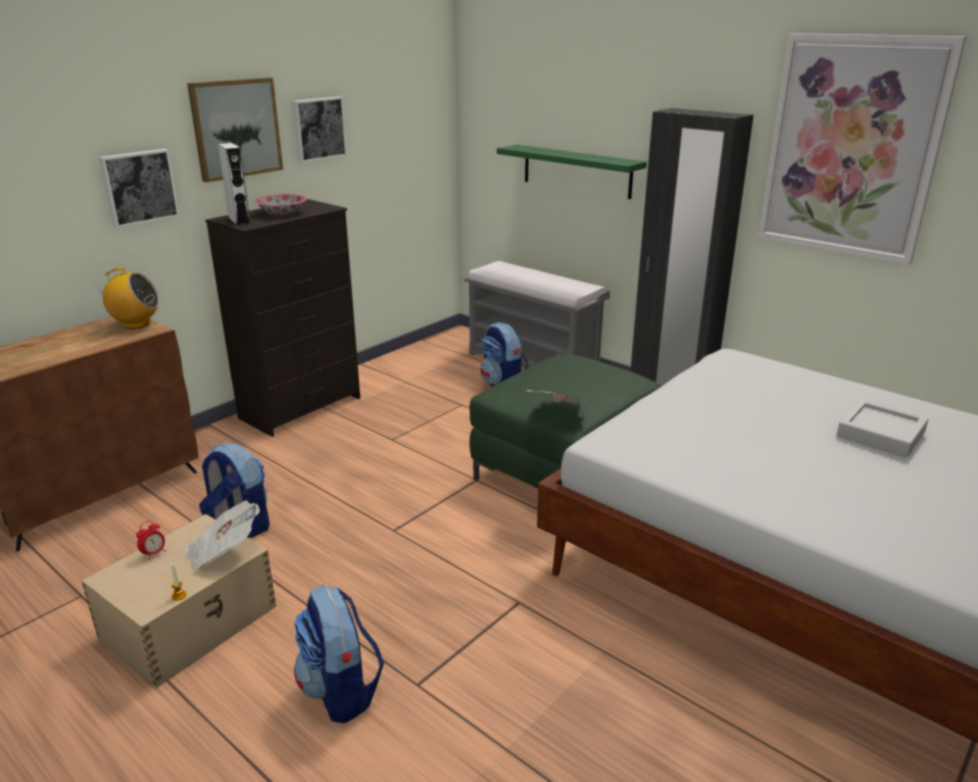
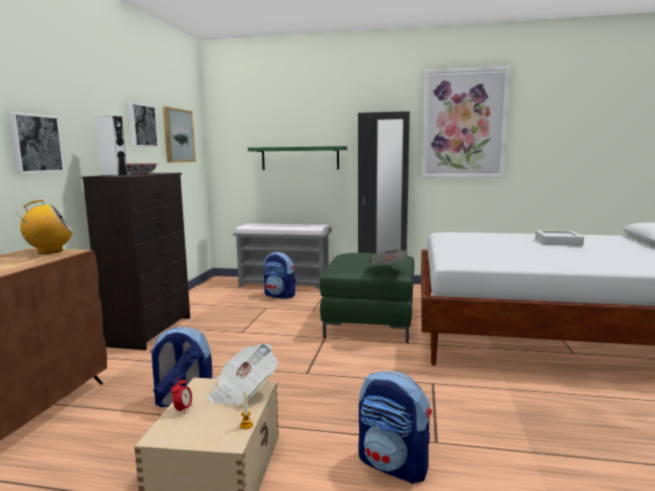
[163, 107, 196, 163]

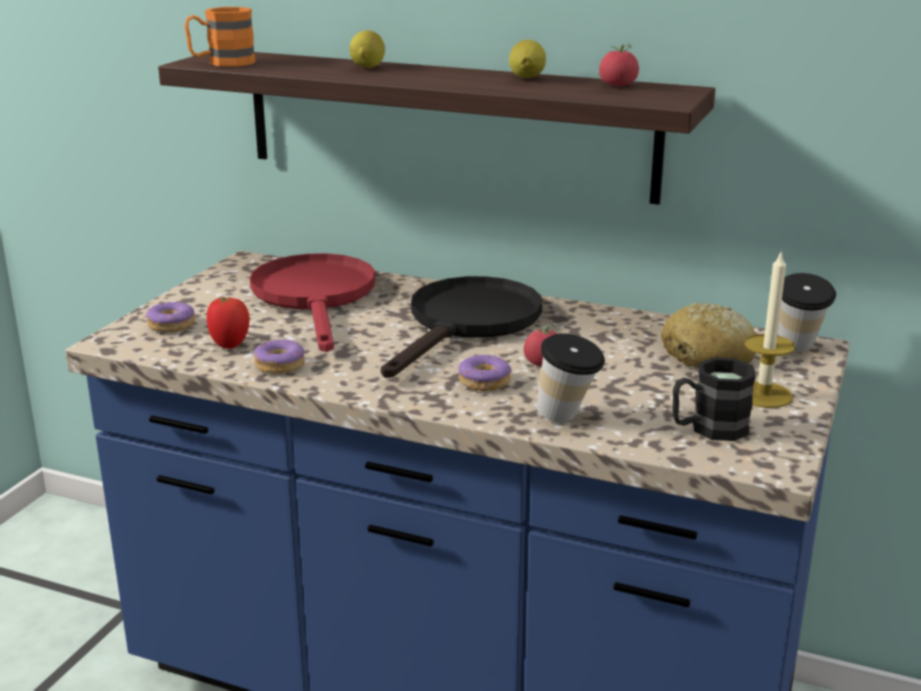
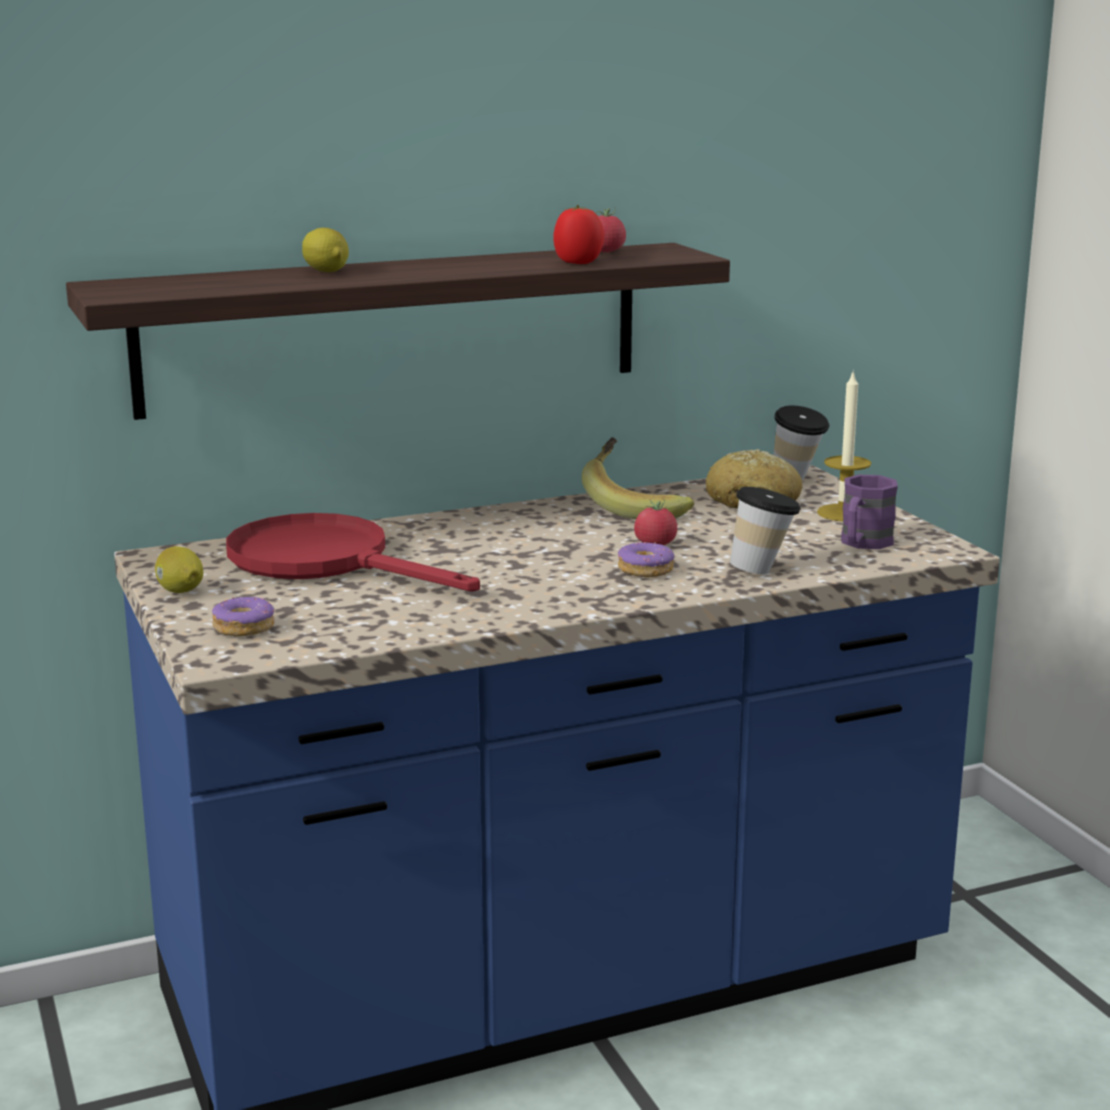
[185, 7, 256, 67] (first image)
[553, 205, 604, 264]
[254, 340, 305, 374] (first image)
[381, 276, 542, 378] (first image)
[155, 546, 203, 593]
[841, 475, 898, 549]
[582, 437, 694, 519]

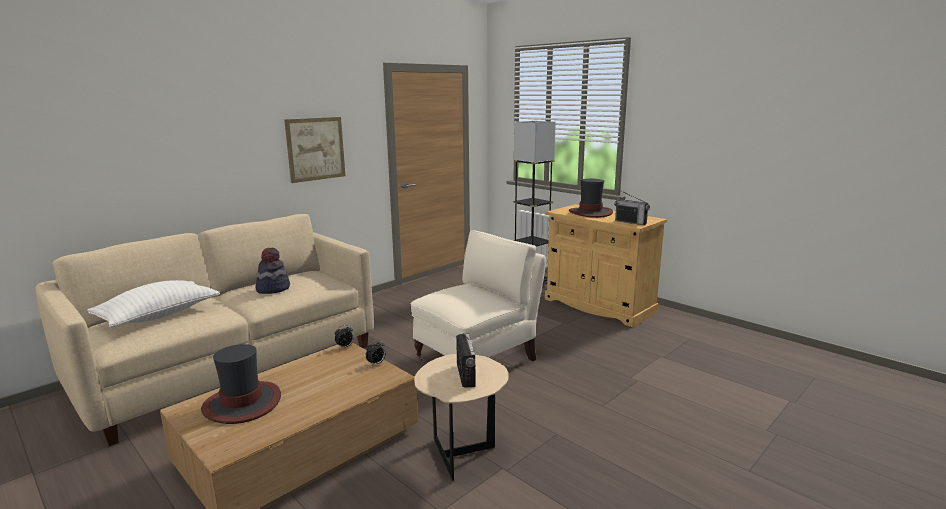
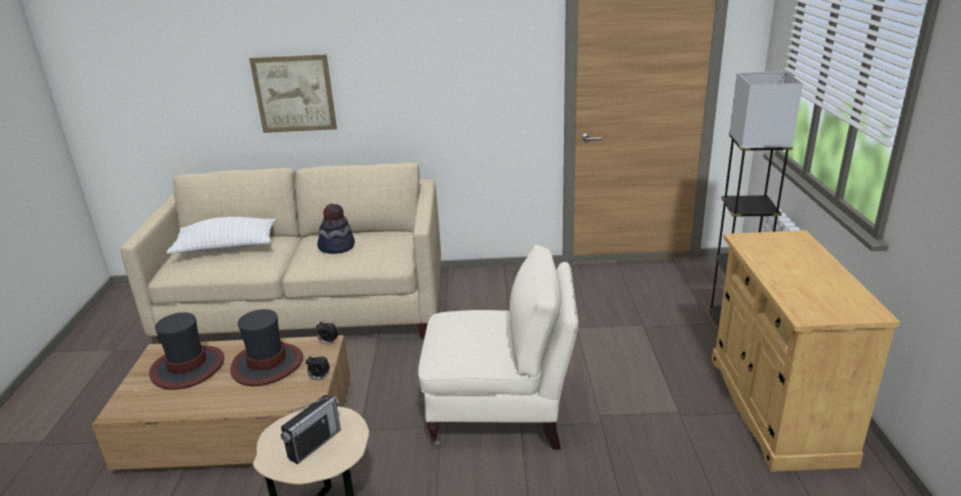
[249, 54, 337, 133]
[230, 309, 303, 386]
[614, 191, 650, 225] (first image)

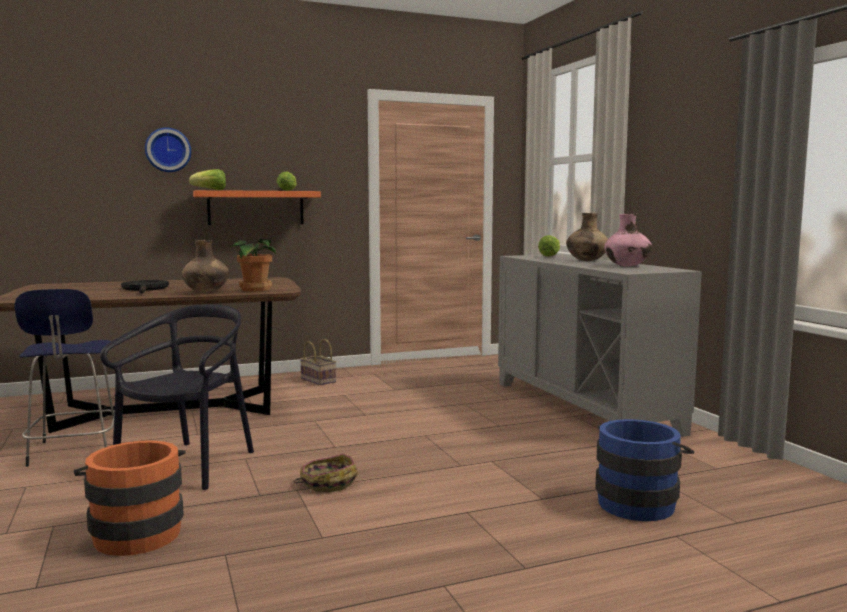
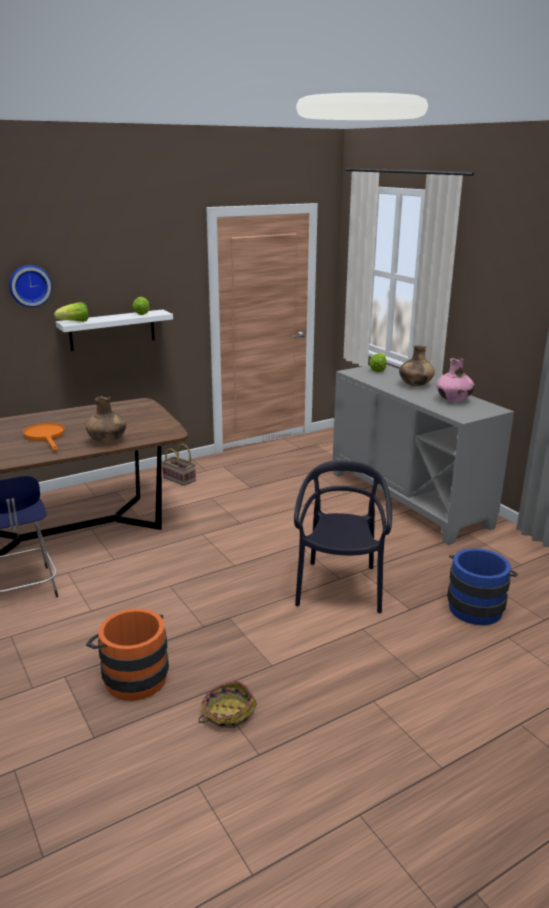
[294, 460, 392, 613]
[23, 423, 65, 451]
[56, 309, 173, 351]
[230, 239, 276, 292] (first image)
[198, 680, 257, 728]

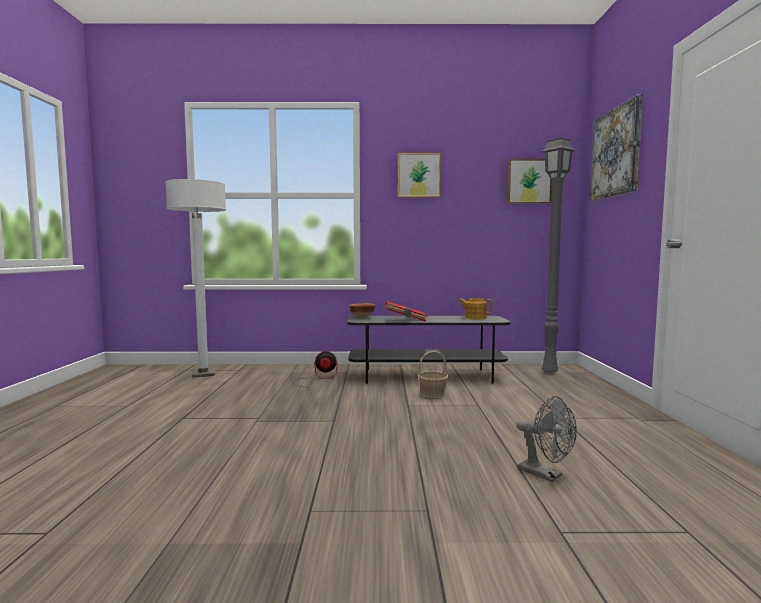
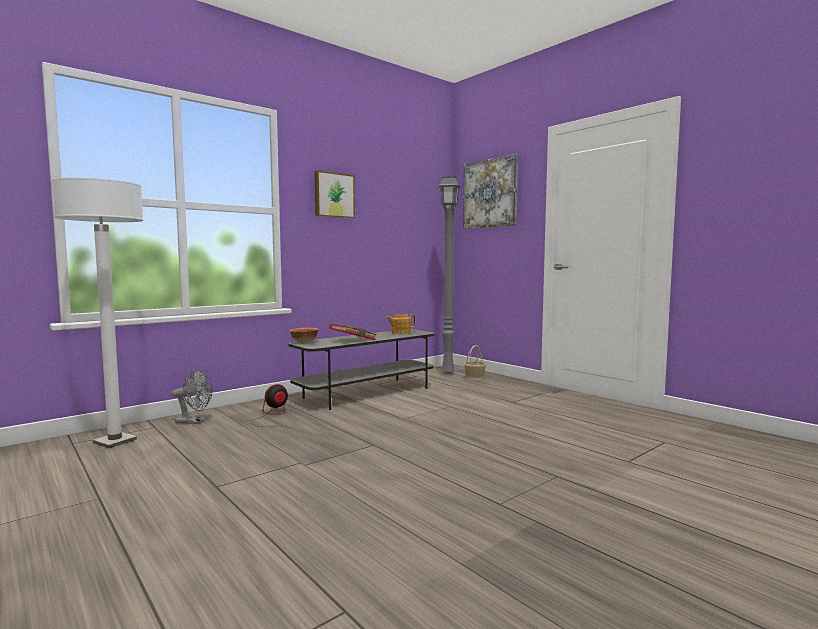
[464, 345, 486, 380]
[507, 159, 551, 204] (first image)
[172, 369, 212, 424]

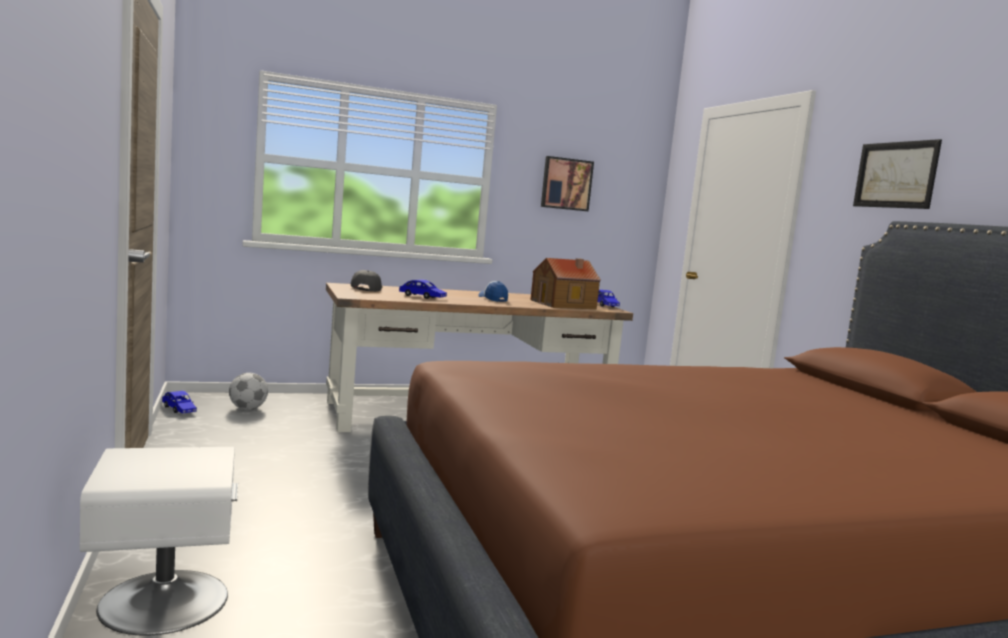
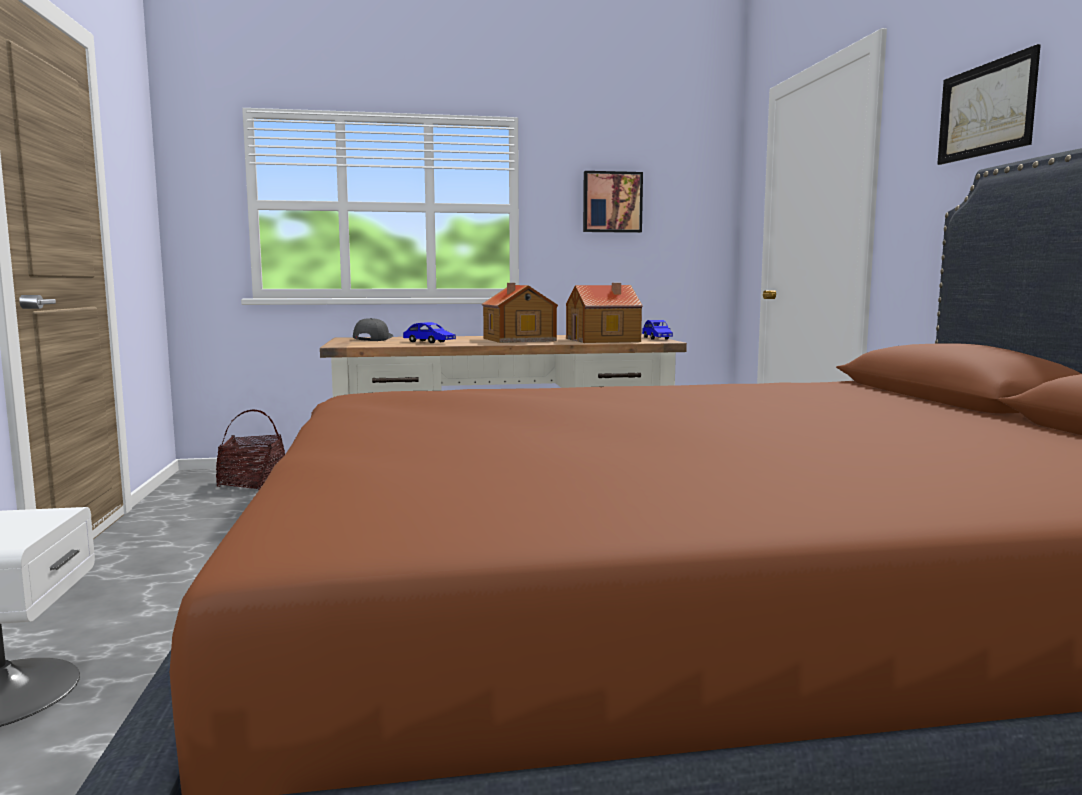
[162, 391, 197, 414] (first image)
[216, 410, 285, 490]
[482, 283, 558, 343]

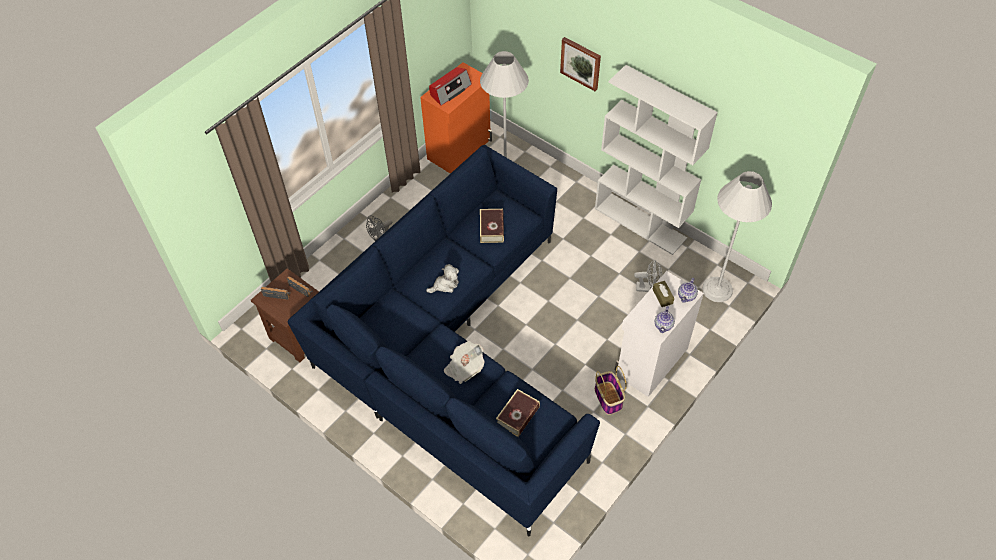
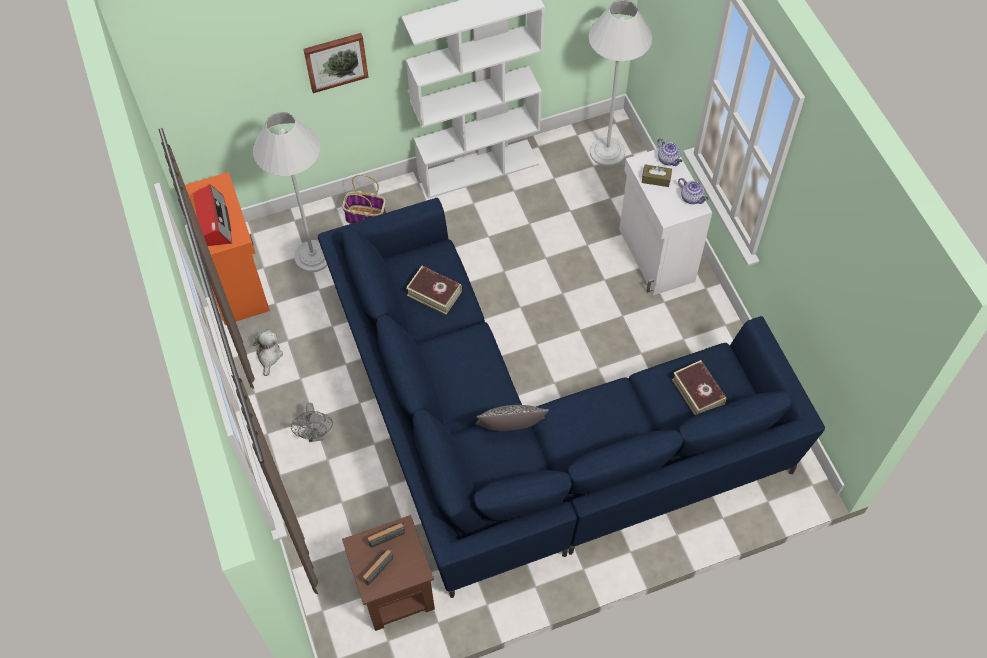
[252, 330, 283, 376]
[444, 341, 484, 384] (first image)
[342, 175, 386, 224]
[634, 259, 662, 292] (first image)
[475, 405, 549, 431]

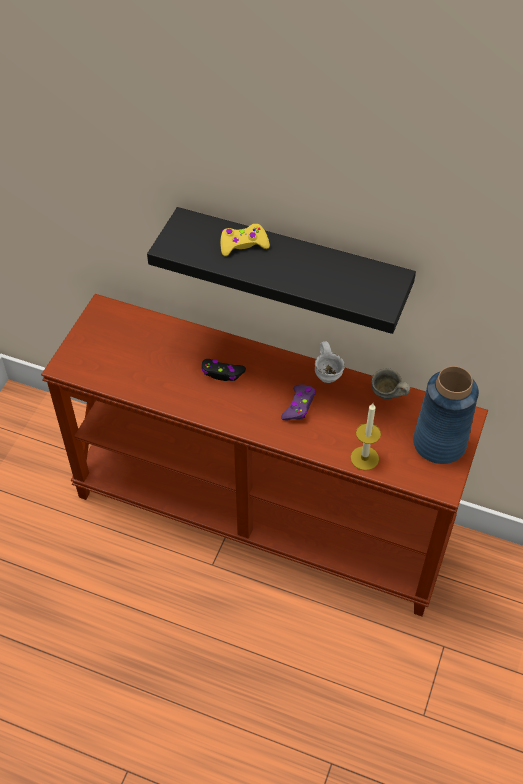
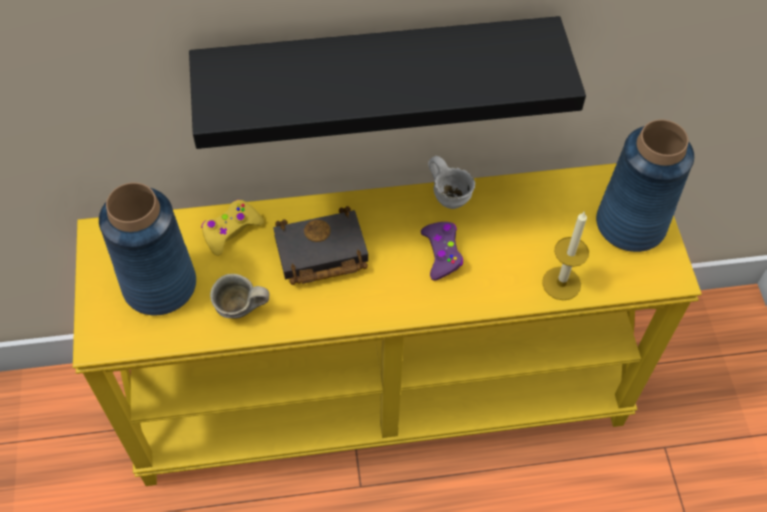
[73, 163, 702, 486]
[273, 206, 368, 285]
[201, 199, 264, 256]
[210, 274, 269, 318]
[99, 182, 196, 315]

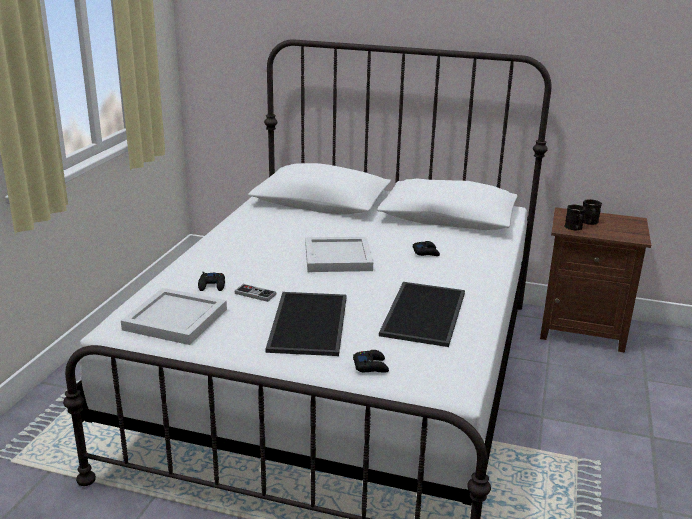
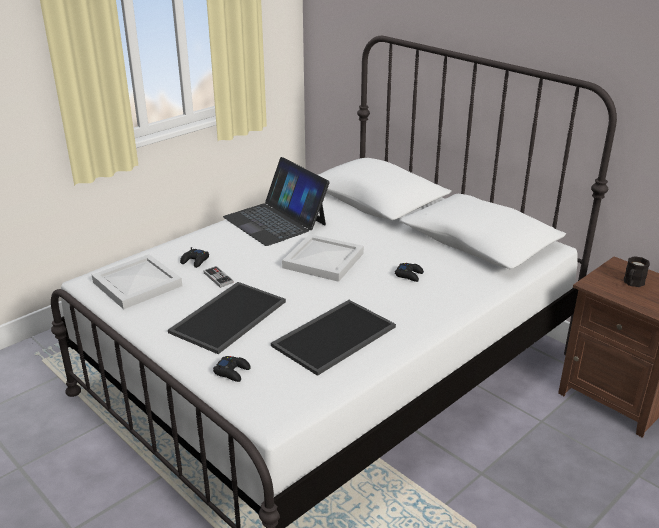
[564, 204, 586, 231] (first image)
[223, 157, 330, 246]

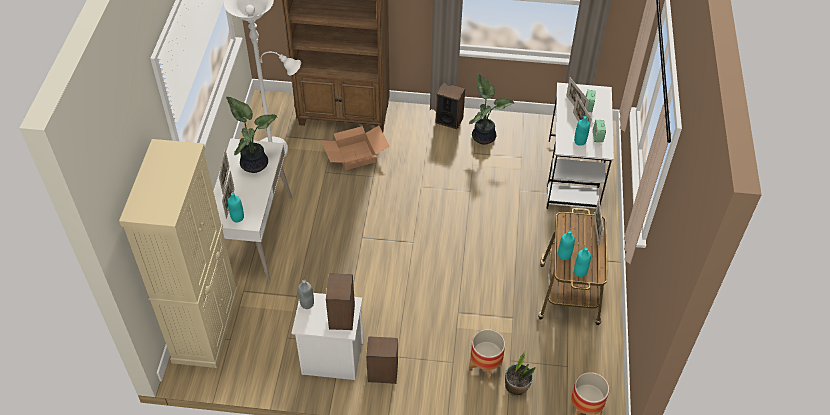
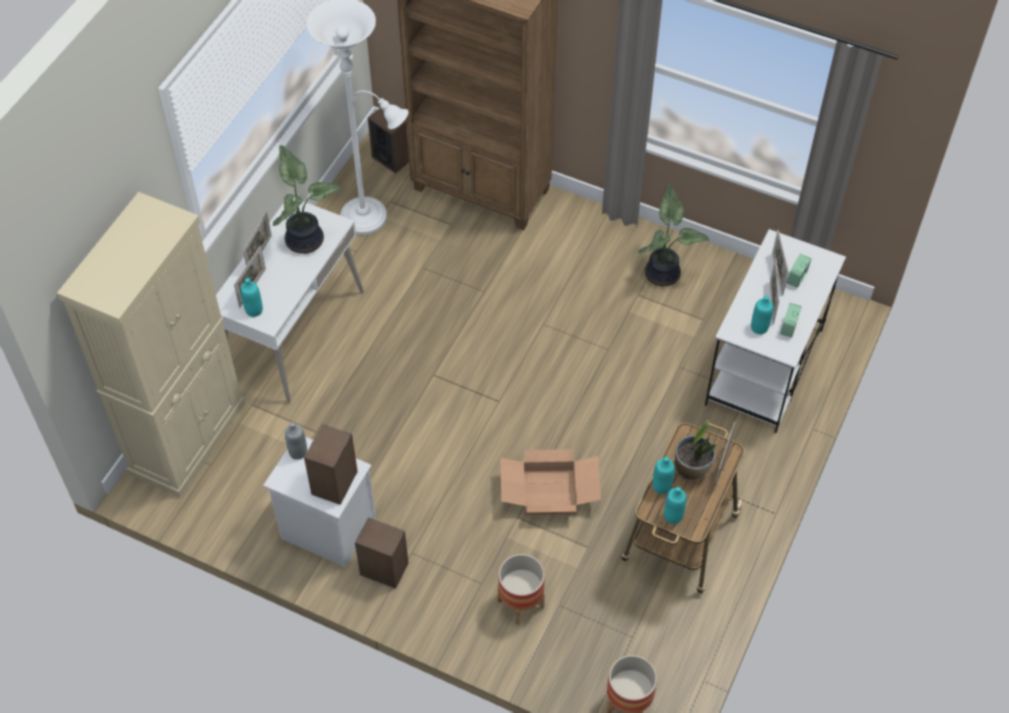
[500, 449, 601, 515]
[368, 107, 409, 174]
[675, 419, 716, 481]

